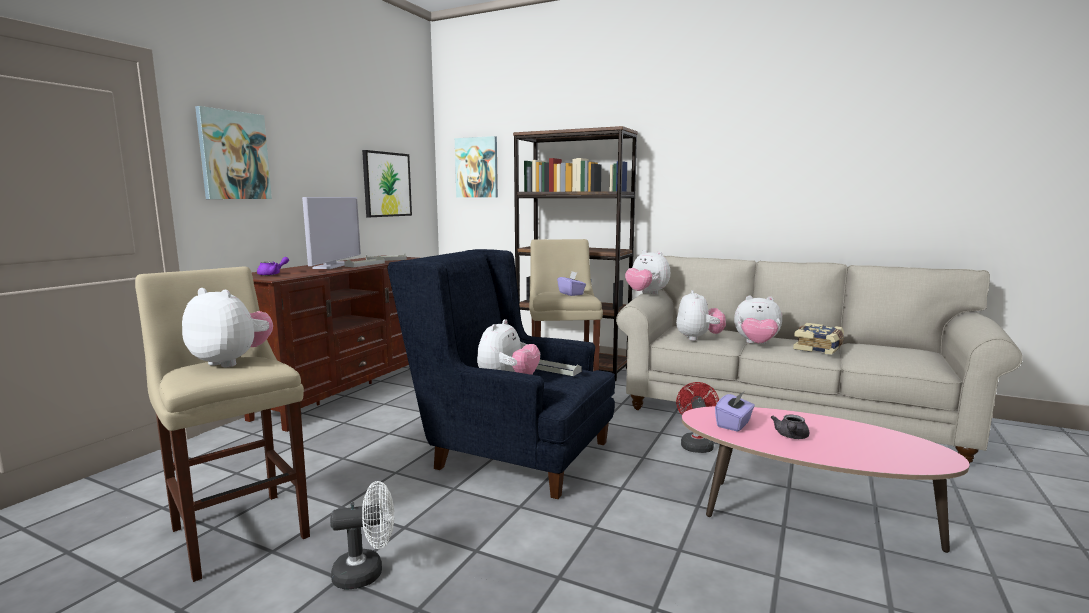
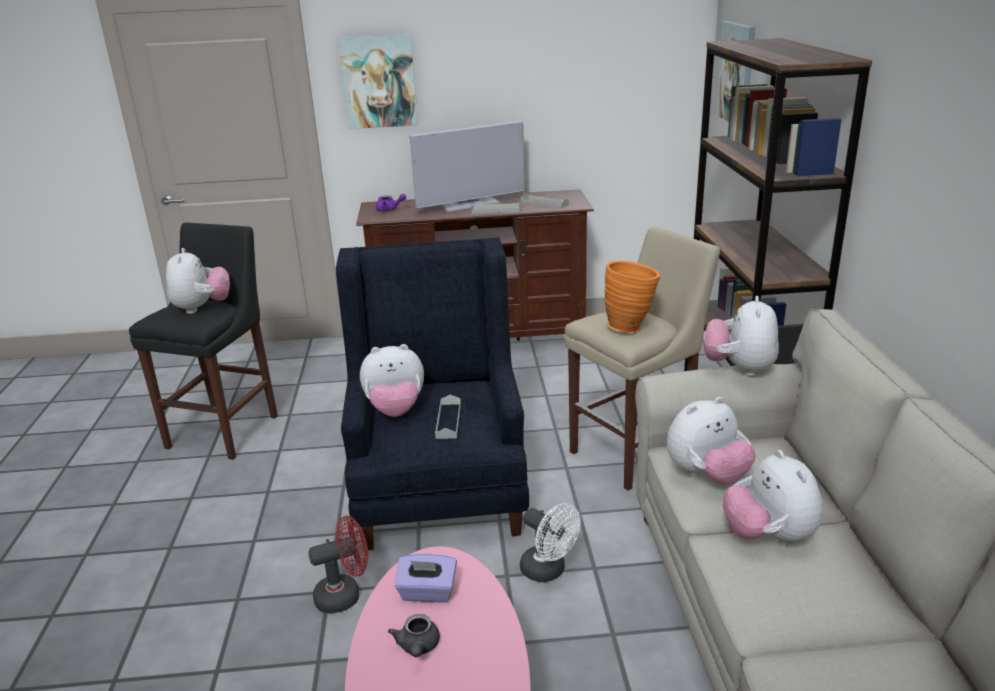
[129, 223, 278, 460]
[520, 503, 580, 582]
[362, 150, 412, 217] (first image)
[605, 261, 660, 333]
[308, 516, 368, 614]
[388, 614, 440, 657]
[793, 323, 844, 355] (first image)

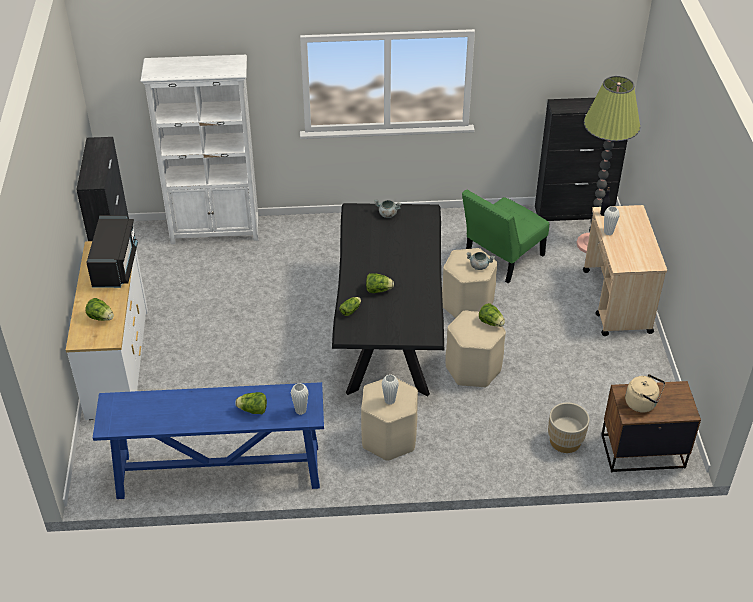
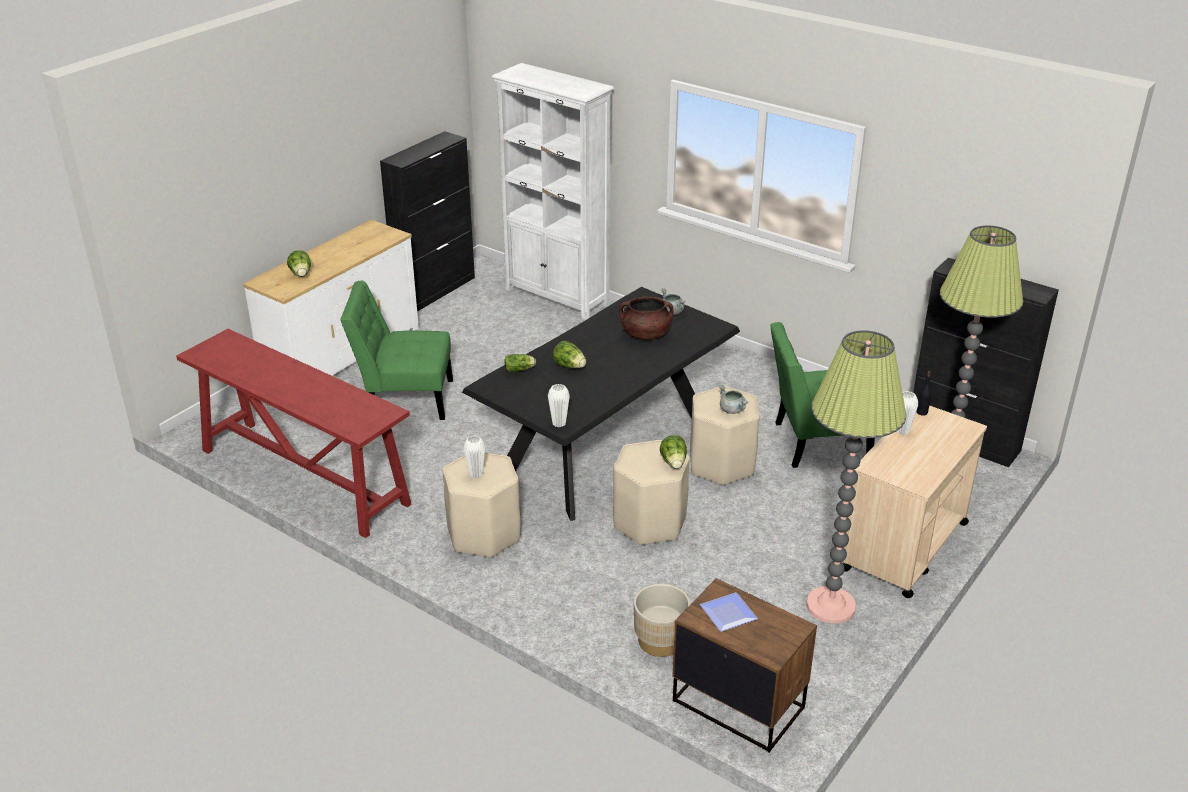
[86, 215, 138, 288] (first image)
[176, 329, 411, 538]
[235, 392, 267, 414] (first image)
[548, 384, 570, 427]
[700, 592, 758, 632]
[340, 281, 453, 420]
[619, 297, 674, 340]
[806, 330, 906, 624]

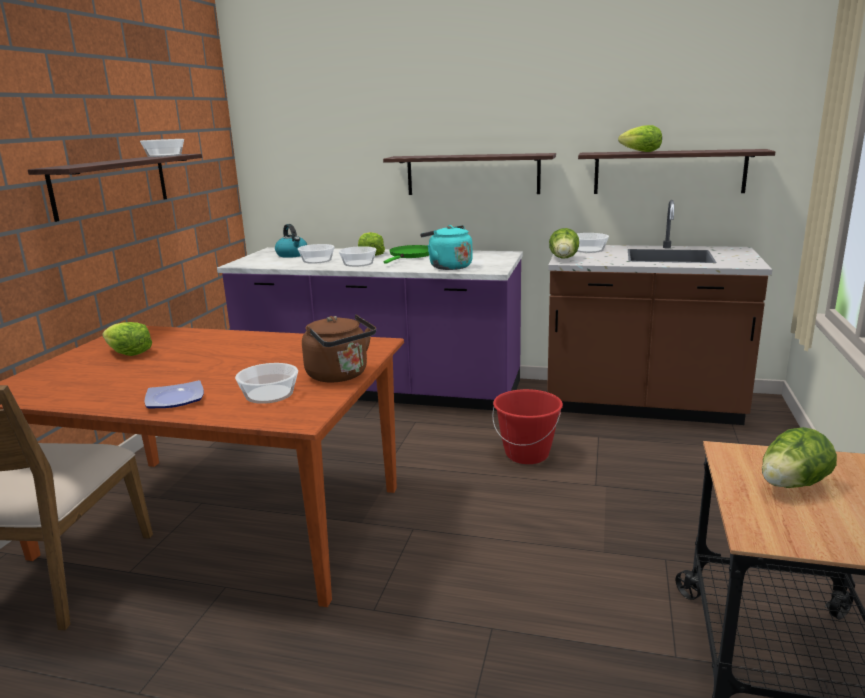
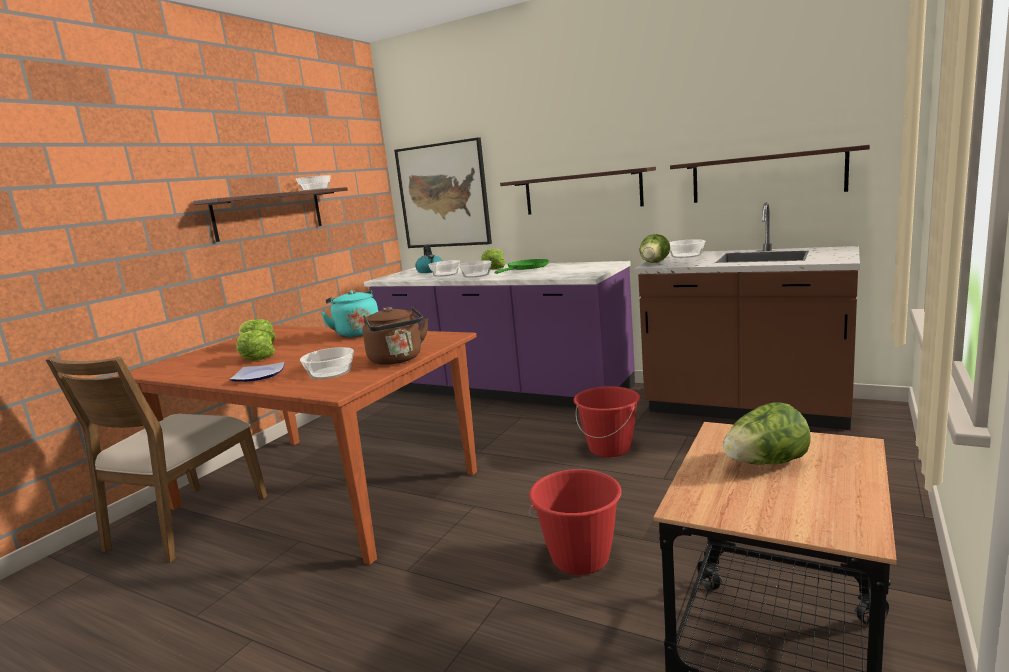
[321, 290, 378, 338]
[236, 330, 275, 361]
[394, 137, 492, 248]
[529, 469, 622, 575]

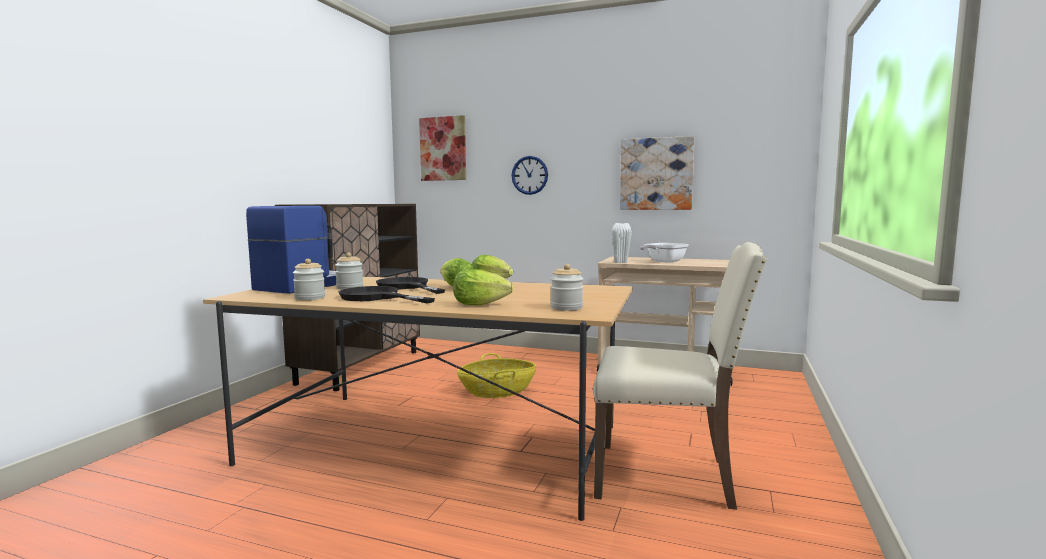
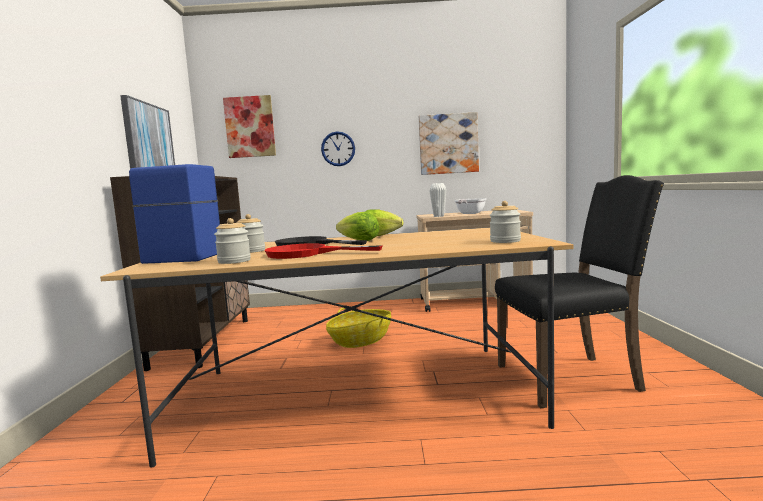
[265, 243, 383, 259]
[453, 269, 513, 305] (first image)
[495, 175, 664, 408]
[120, 95, 175, 169]

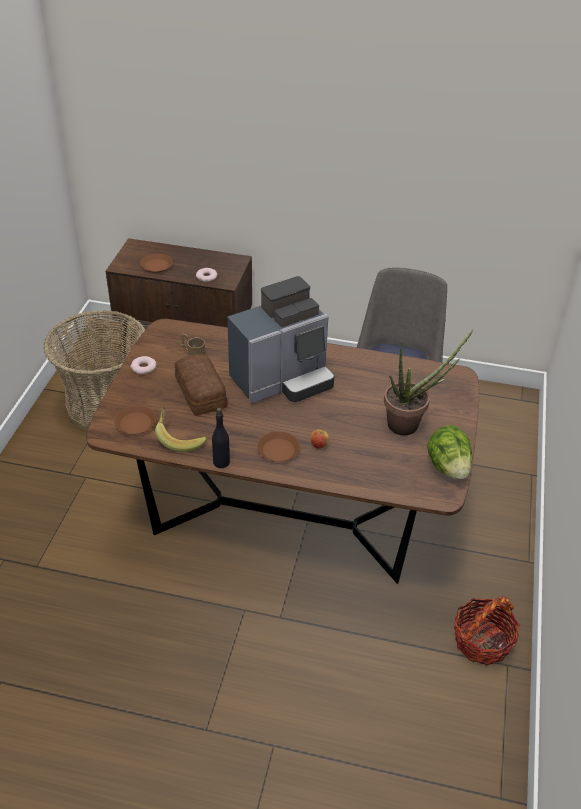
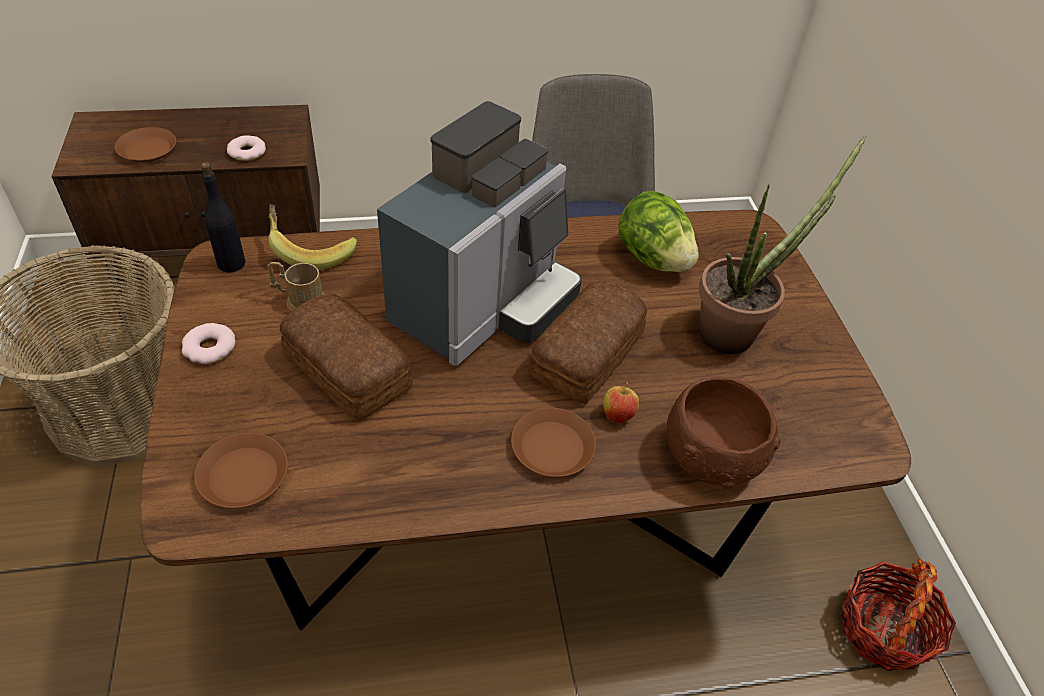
[268, 204, 357, 270]
[201, 162, 245, 272]
[619, 191, 699, 272]
[528, 281, 647, 404]
[667, 376, 781, 489]

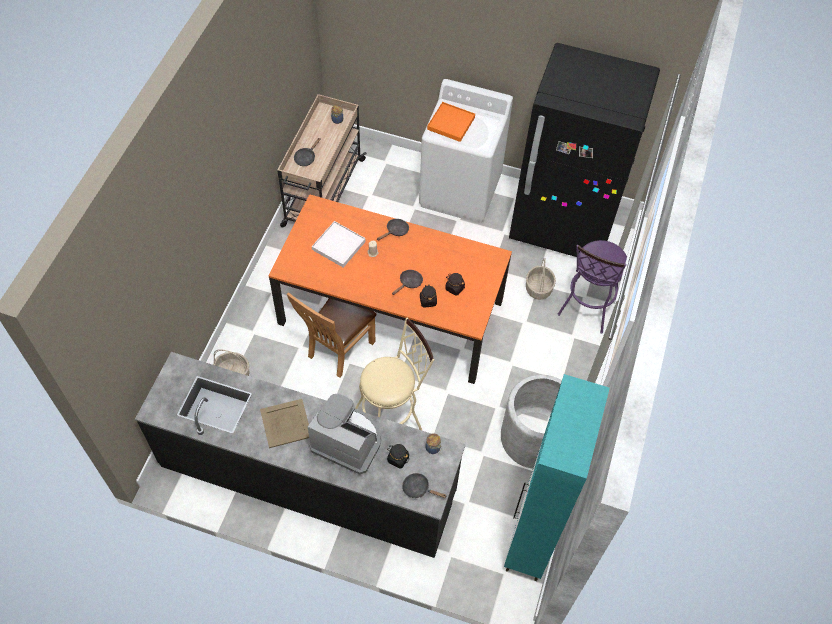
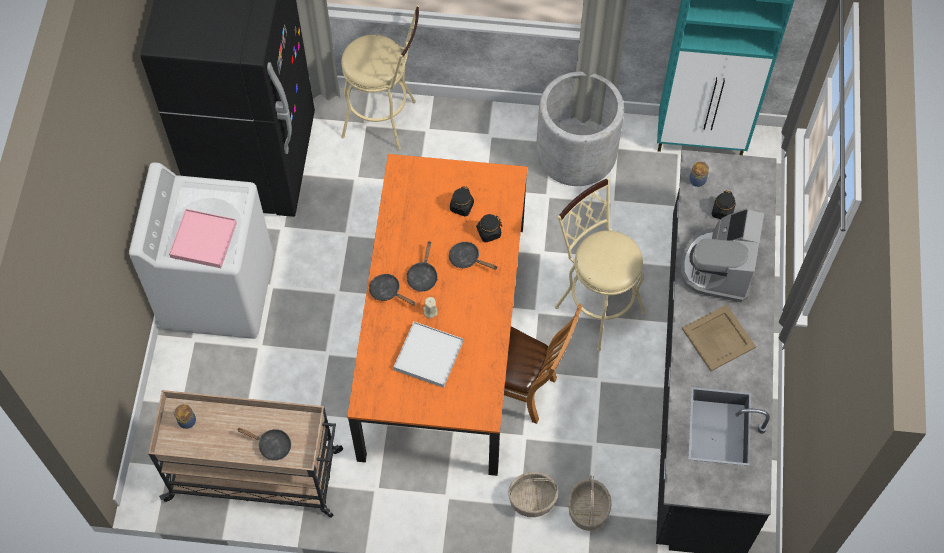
[406, 242, 438, 292]
[169, 209, 237, 268]
[508, 472, 558, 517]
[341, 5, 419, 150]

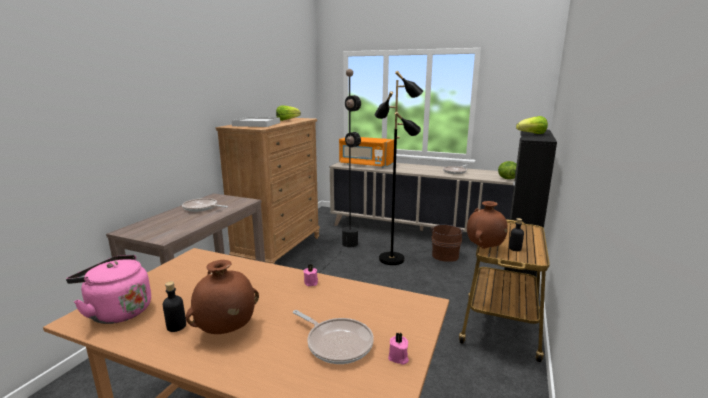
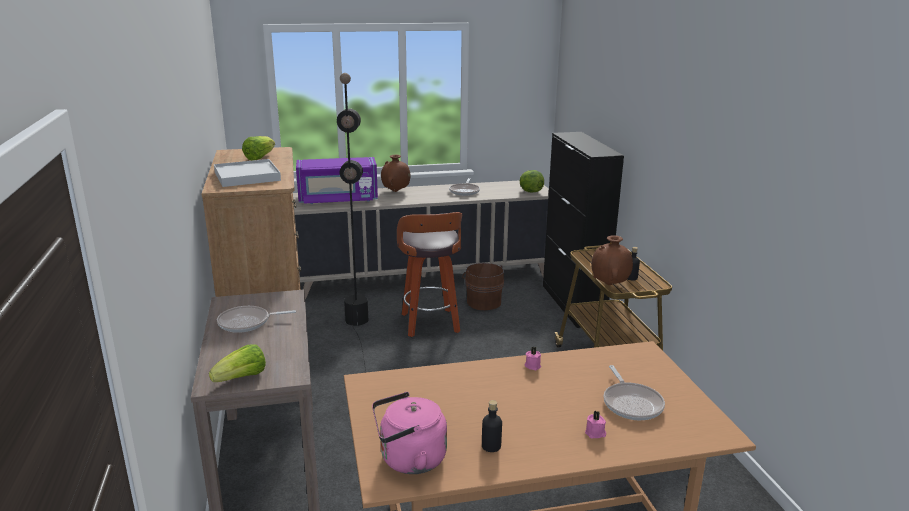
[381, 155, 410, 192]
[604, 365, 665, 420]
[296, 157, 378, 204]
[397, 212, 462, 337]
[585, 411, 606, 439]
[209, 344, 266, 382]

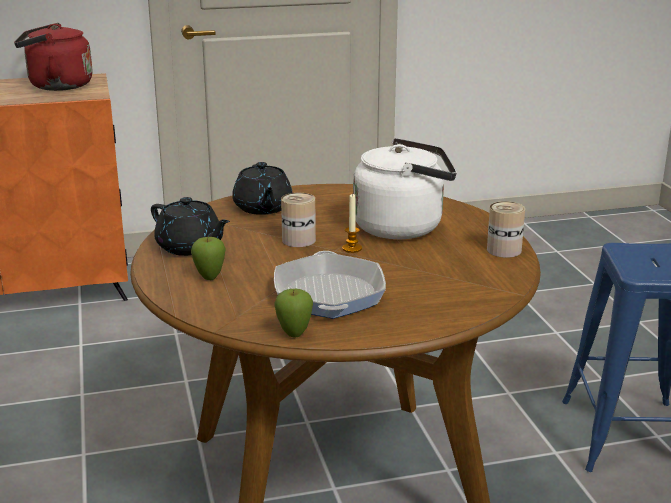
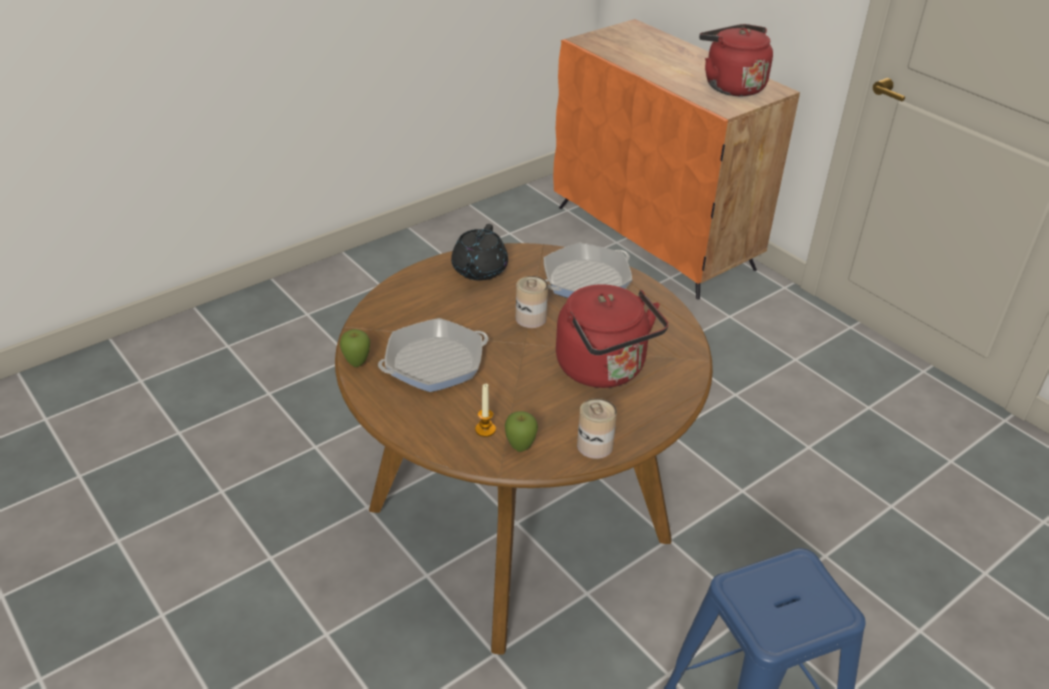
[505, 411, 538, 452]
[544, 243, 632, 298]
[475, 384, 496, 437]
[556, 284, 668, 388]

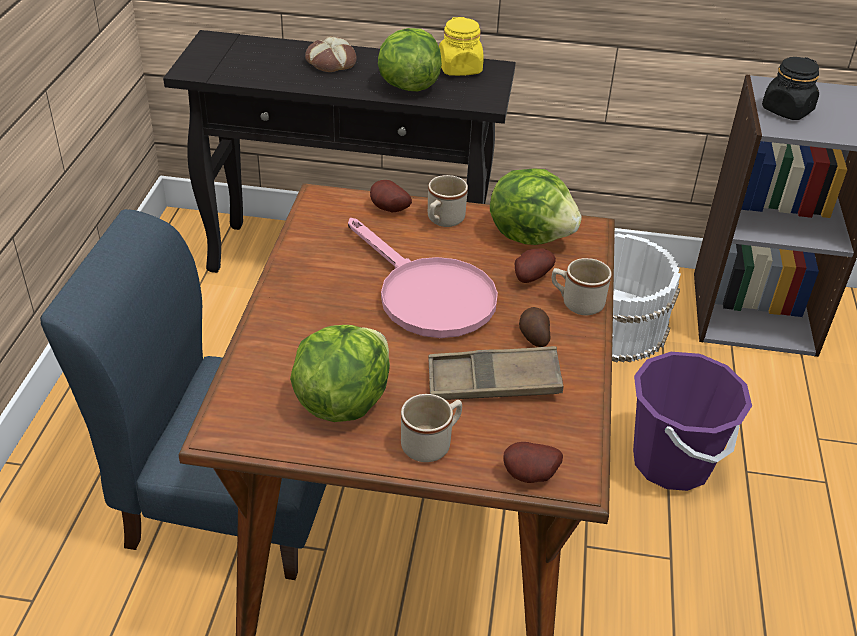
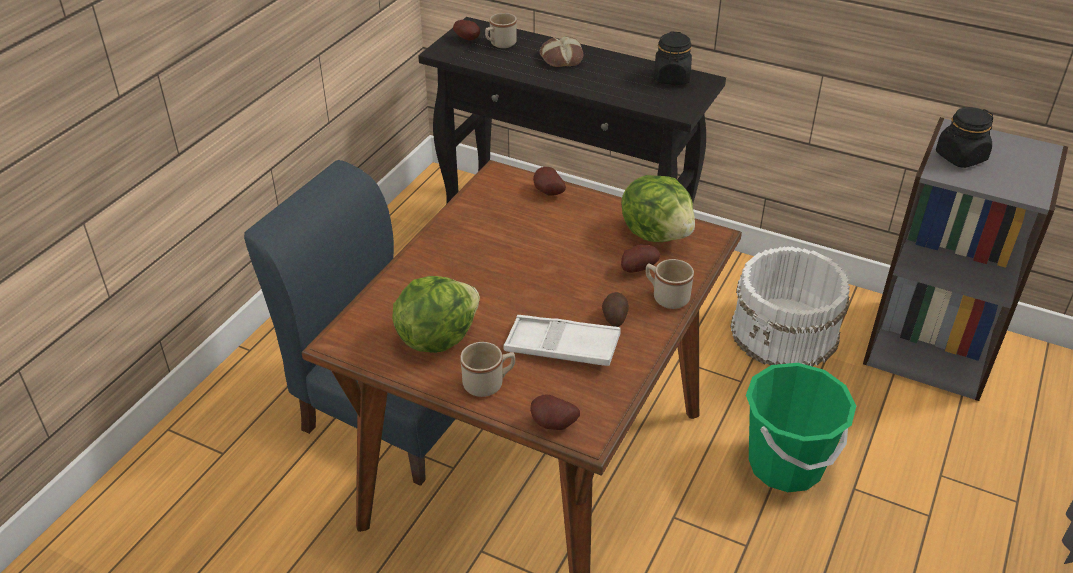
[348, 218, 498, 338] (first image)
[378, 28, 442, 91] (first image)
[485, 13, 517, 48]
[504, 315, 621, 366]
[654, 32, 692, 85]
[746, 363, 856, 492]
[453, 20, 480, 40]

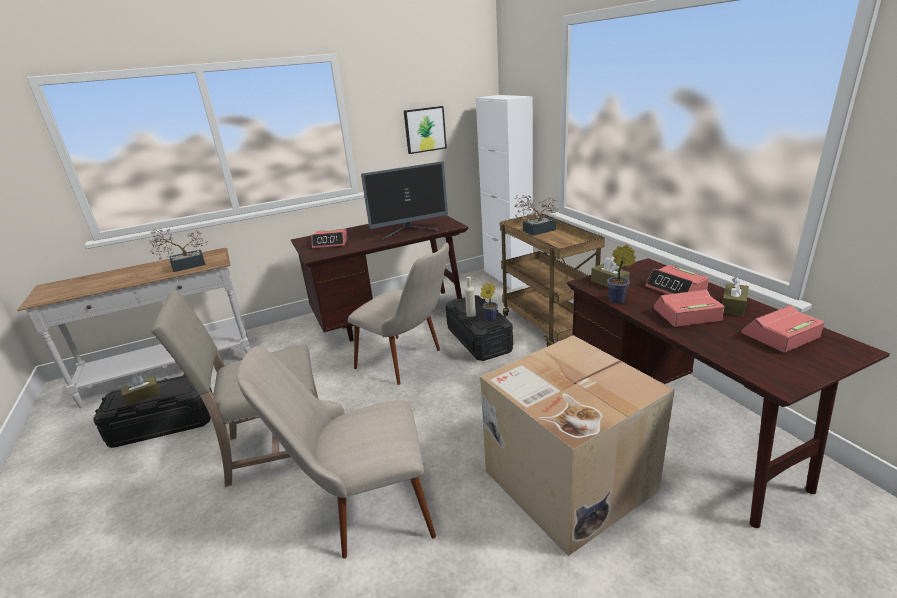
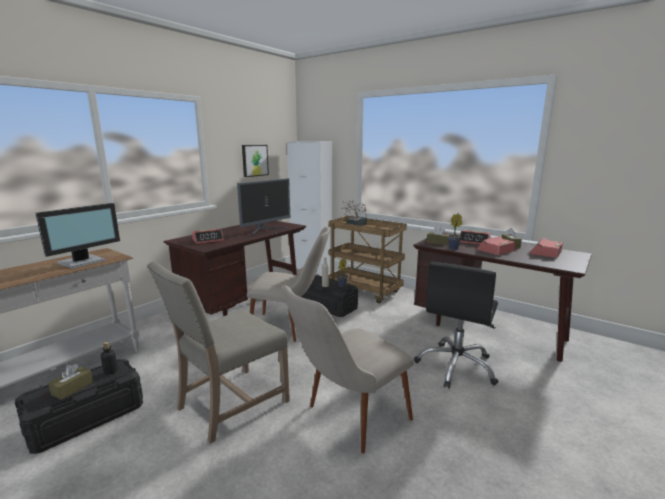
[36, 203, 120, 269]
[414, 262, 499, 389]
[101, 342, 118, 375]

